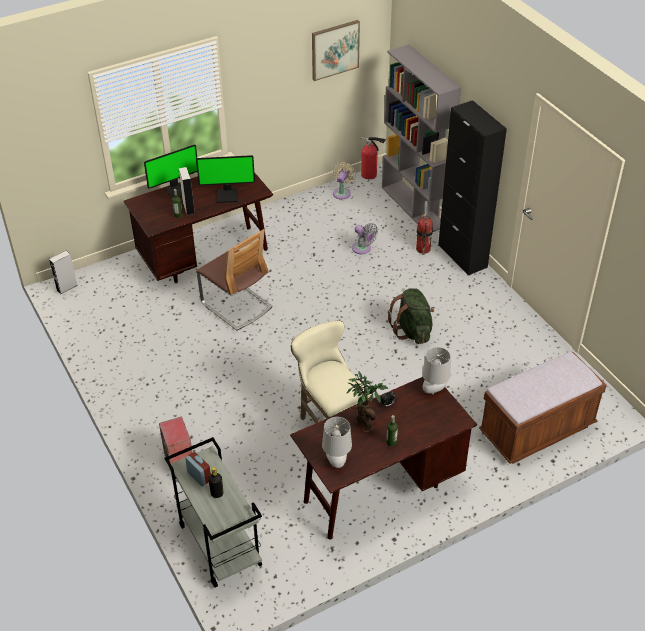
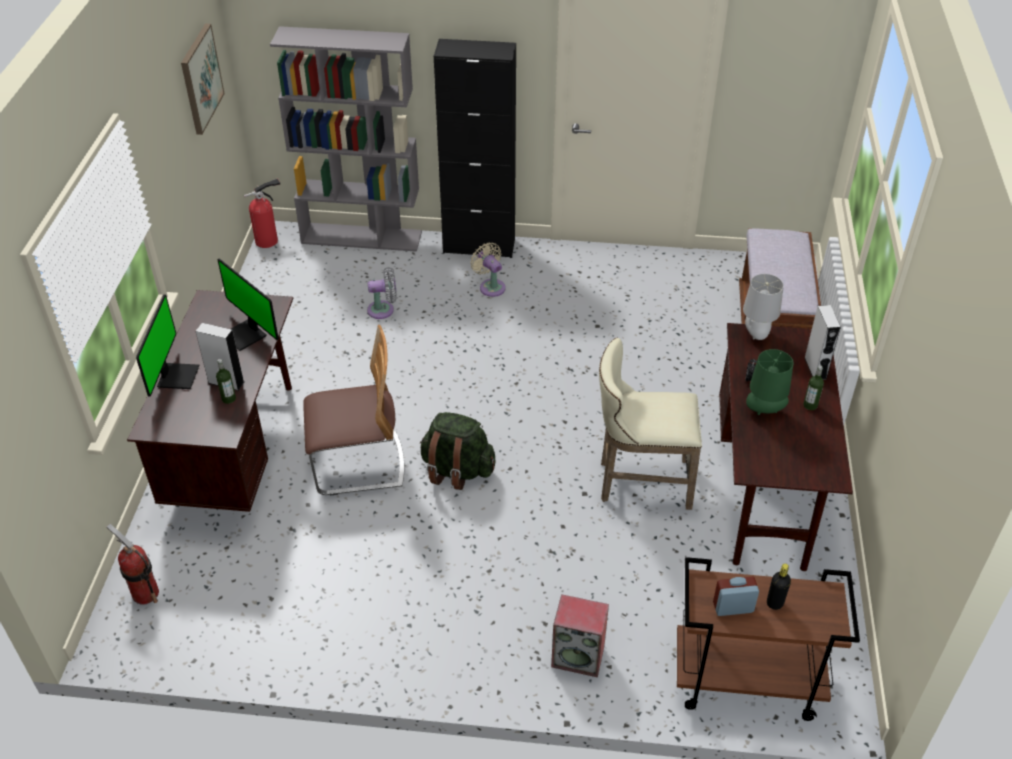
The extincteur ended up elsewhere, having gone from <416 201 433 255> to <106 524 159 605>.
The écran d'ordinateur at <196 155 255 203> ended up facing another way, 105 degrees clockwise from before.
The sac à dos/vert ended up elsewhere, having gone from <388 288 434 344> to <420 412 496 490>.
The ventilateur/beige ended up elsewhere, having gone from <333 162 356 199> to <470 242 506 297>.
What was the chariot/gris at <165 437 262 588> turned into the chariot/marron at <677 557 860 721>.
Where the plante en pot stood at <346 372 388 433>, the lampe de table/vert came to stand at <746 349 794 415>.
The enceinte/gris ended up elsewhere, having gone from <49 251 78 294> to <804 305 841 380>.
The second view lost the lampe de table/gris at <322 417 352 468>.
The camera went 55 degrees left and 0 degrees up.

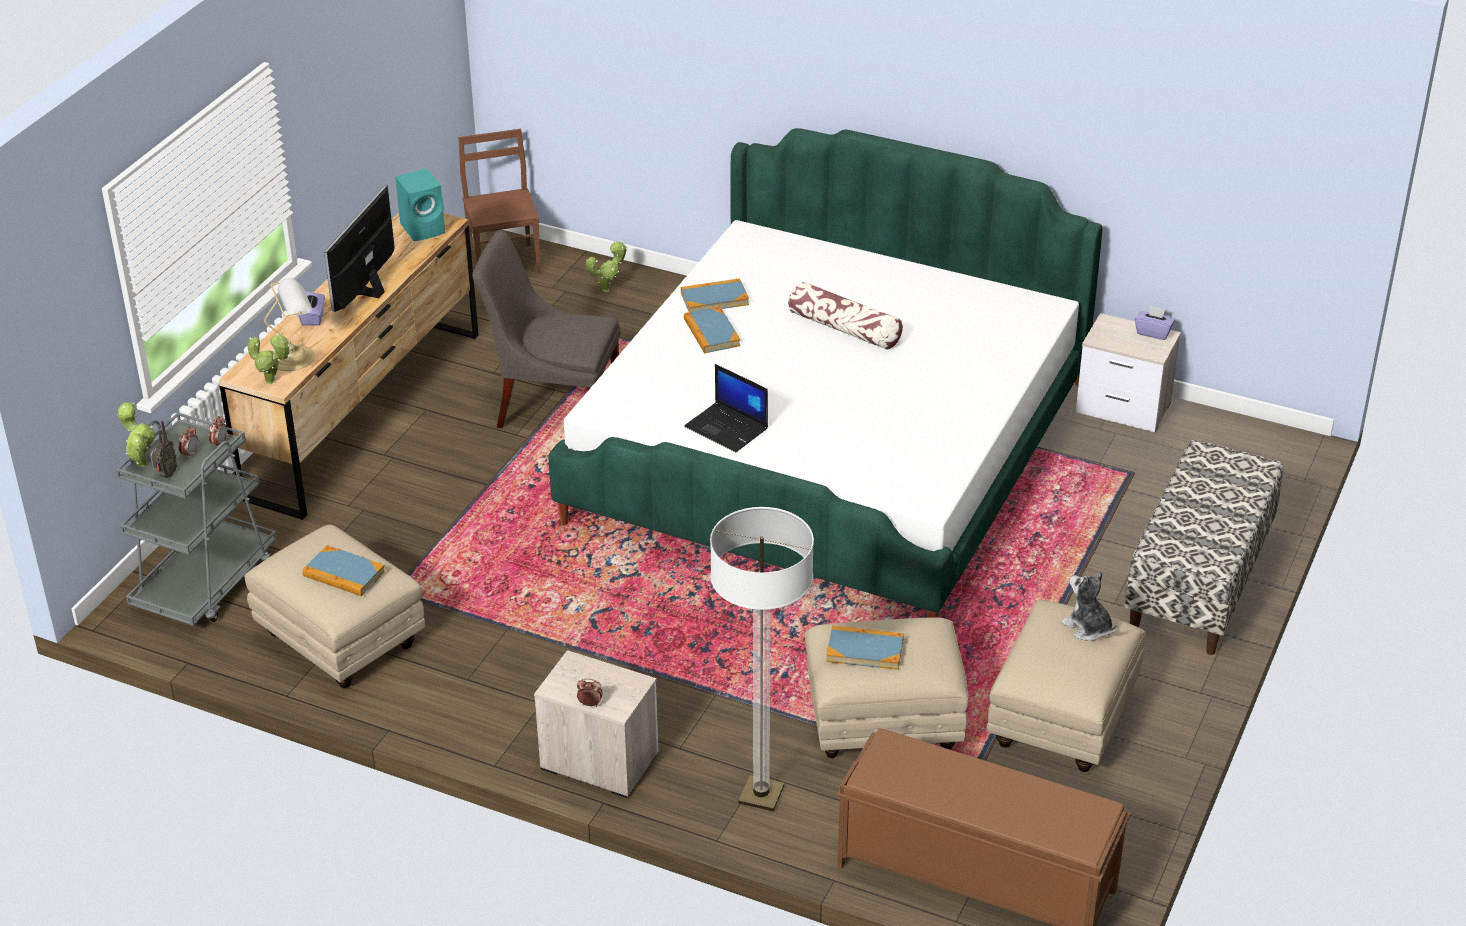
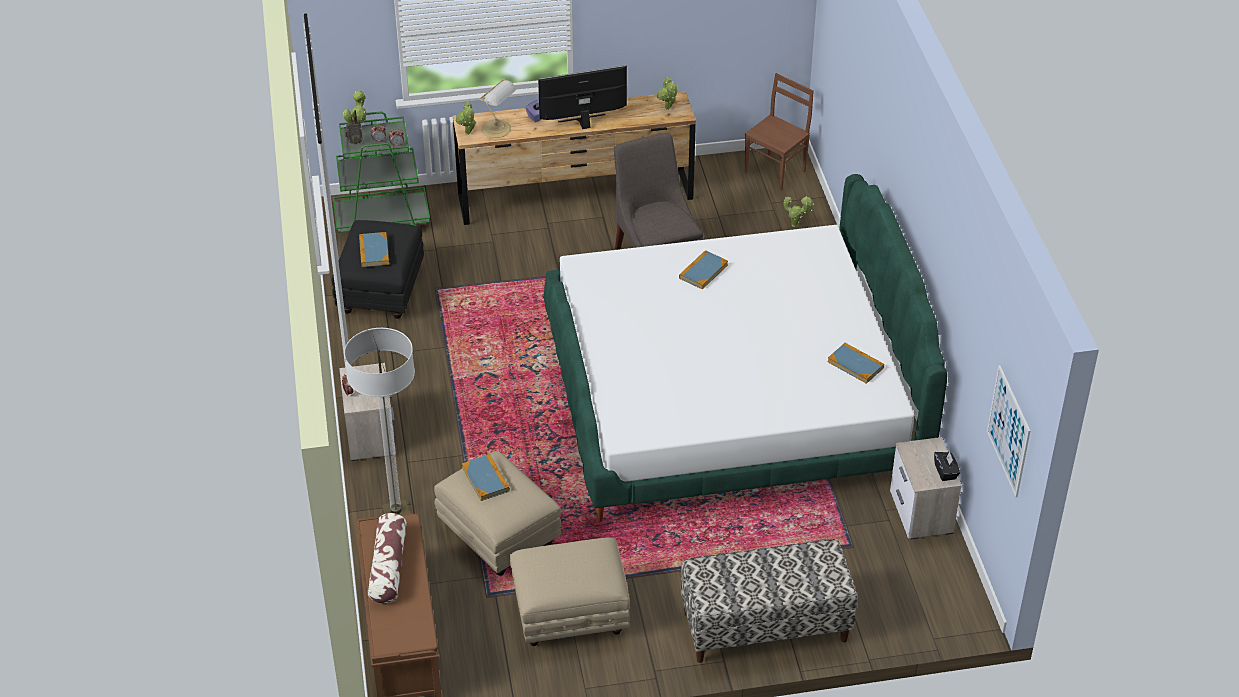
What was the pouf/beige at <245 525 425 688> turned into the pouf/noir at <332 220 424 319>.
What was the chariot/gris at <116 412 277 626> turned into the chariot/vert at <333 112 430 233>.
The coussin ended up elsewhere, having gone from <788 282 903 350> to <368 513 407 603>.
Where the enceinte/turquoise stood at <395 168 445 241>, the plante en pot came to stand at <657 77 678 110>.
The livre ended up elsewhere, having gone from <681 278 749 312> to <827 343 884 384>.
What was the boîte à mouchoirs/violet at <1135 305 1175 340> turned into the boîte à mouchoirs/noir at <934 452 960 481>.
The second view gained the tableau at <987 365 1030 497>.
The second view lost the ordinateur portable at <684 364 768 452>.
The second view lost the peluche at <1061 572 1118 641>.
The camera went 55 degrees right and 5 degrees up.

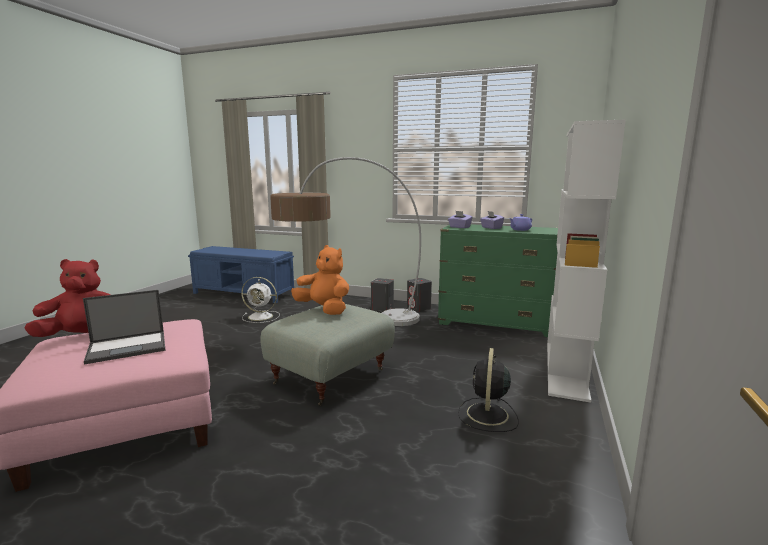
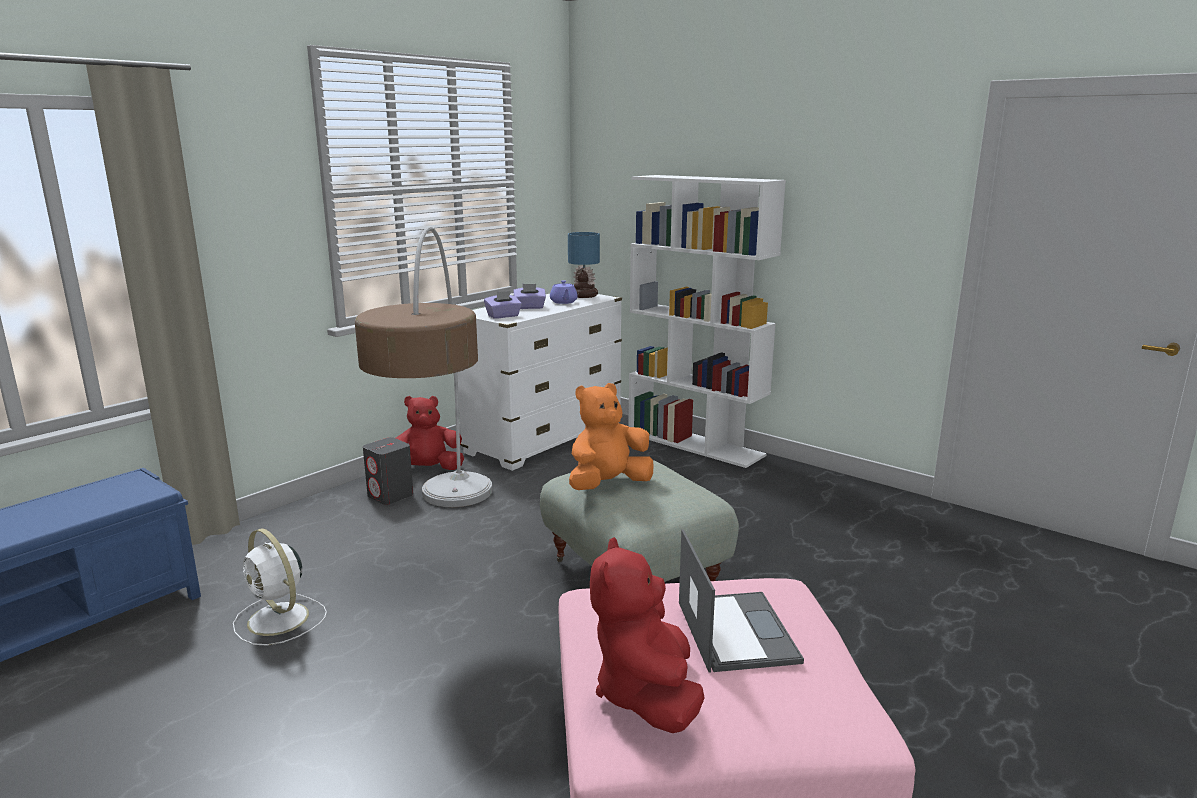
The ventilateur/blanc at <241 277 280 323> ended up facing another way, 105 degrees clockwise from before.
Where the enceinte/gris stood at <407 278 432 312>, the peluche/rouge came to stand at <396 396 464 470>.
What was the commode/vert at <438 224 558 337> turned into the commode/blanc at <457 294 622 471>.
The second view gained the lampe de table at <568 232 600 298>.
The second view lost the ventilateur/noir at <458 348 519 432>.
The camera went 70 degrees left and 5 degrees up.

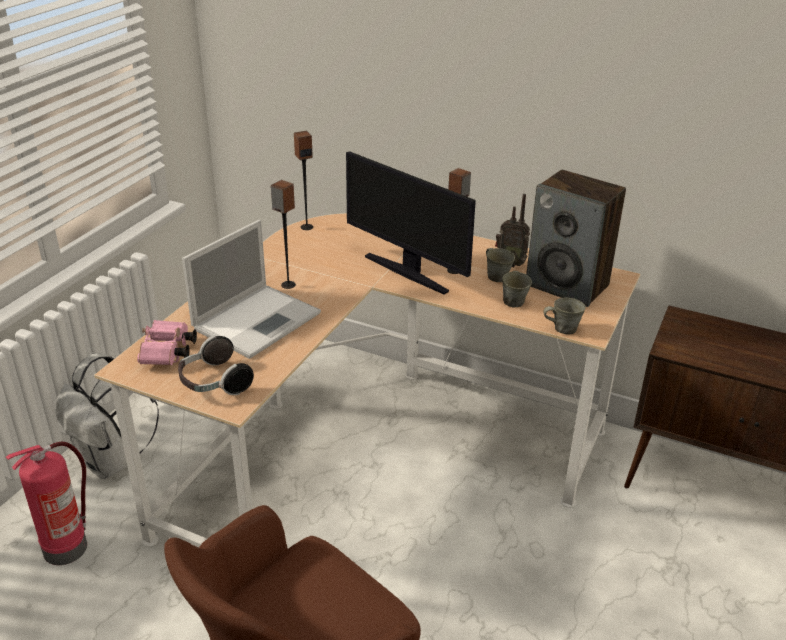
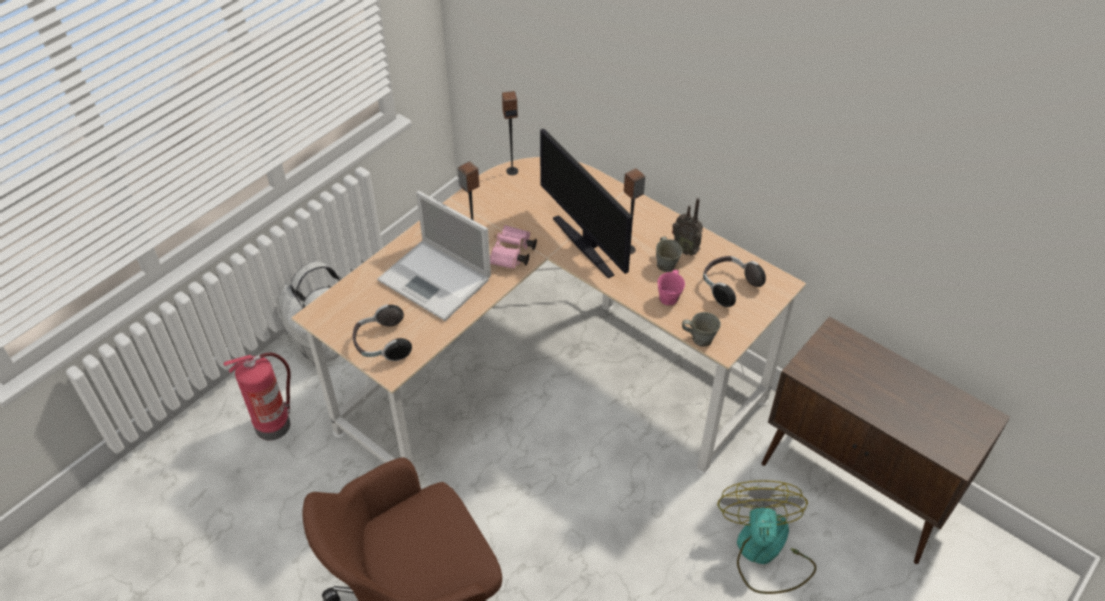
The ordinateur portable at <182 220 321 359> ended up facing another way, 75 degrees clockwise from before.
The jumelles/rose ended up elsewhere, having gone from <137 320 197 365> to <490 225 537 269>.
What was the mug/gris at <502 271 532 308> turned into the mug/rose at <658 270 685 305>.
Where the enceinte stood at <526 170 626 307>, the casque audio came to stand at <703 256 766 307>.
The second view gained the ventilateur at <717 480 817 594>.
The camera went 15 degrees right and 15 degrees up.

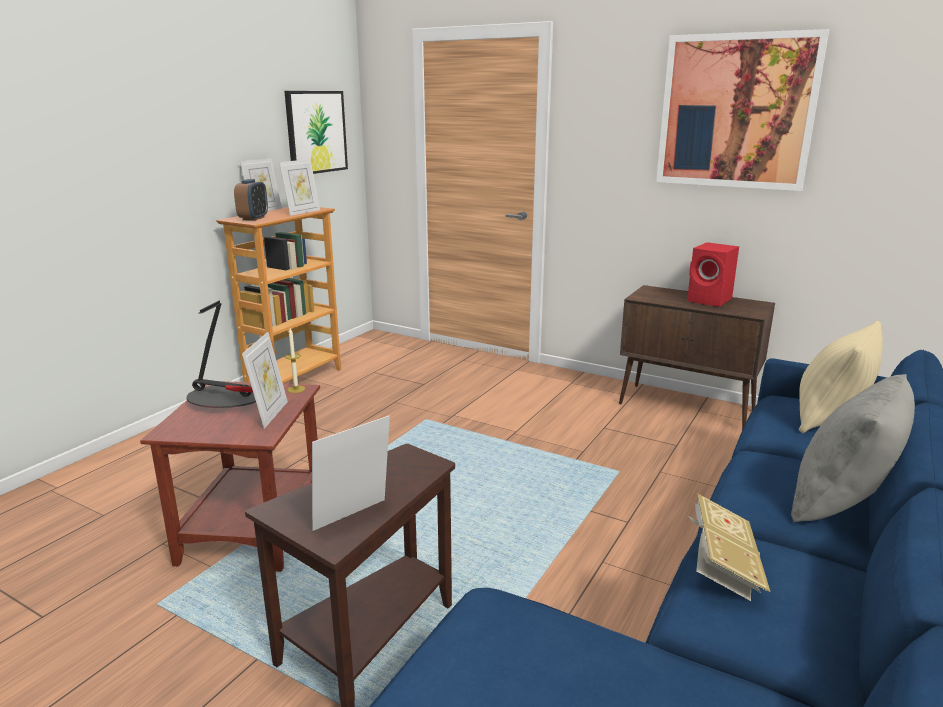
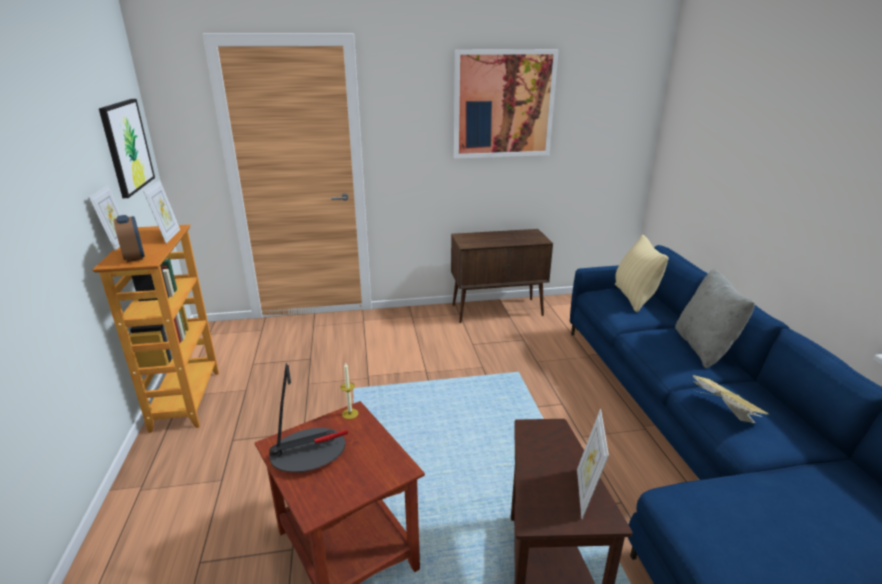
The second view lost the cadre photo at <242 332 288 429>.
The second view lost the enceinte/rouge at <687 242 739 307>.
The camera went 40 degrees left and 5 degrees up.

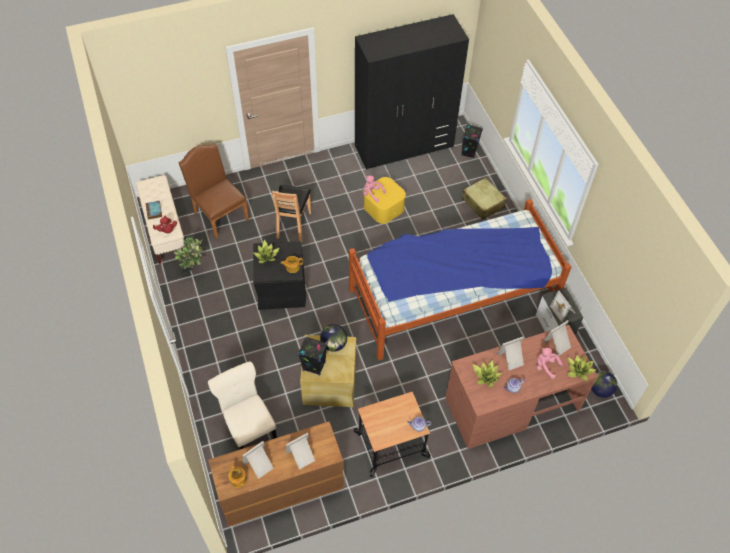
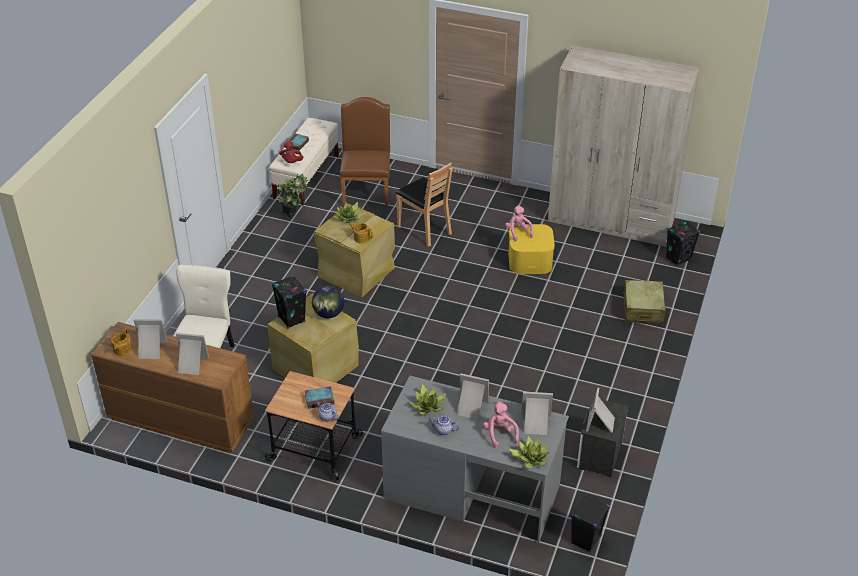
The second view gained the livre at <305 386 335 409>.
What was the boîte de rangement/noir at <253 241 306 310> turned into the boîte de rangement/beige at <314 204 395 297>.
What was the bureau/marron at <445 325 598 449> turned into the bureau/gris at <381 376 569 543>.
The chaise/marron at <272 185 311 242> ended up facing another way, 90 degrees counterclockwise from before.
What was the armoire/noir at <355 14 469 170> turned into the armoire/beige at <548 45 699 247>.
Where the globe stood at <591 371 617 398>, the enceinte/noir came to stand at <571 494 610 552>.
The second view lost the lit at <349 199 571 361>.
The camera went 40 degrees right and 15 degrees down.

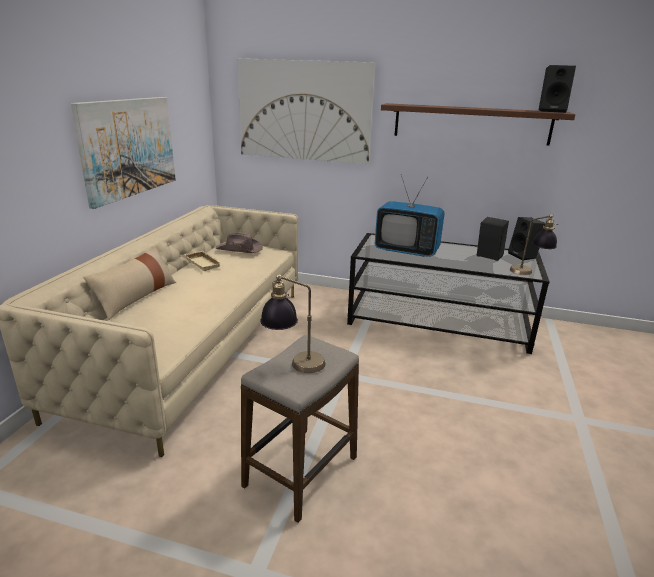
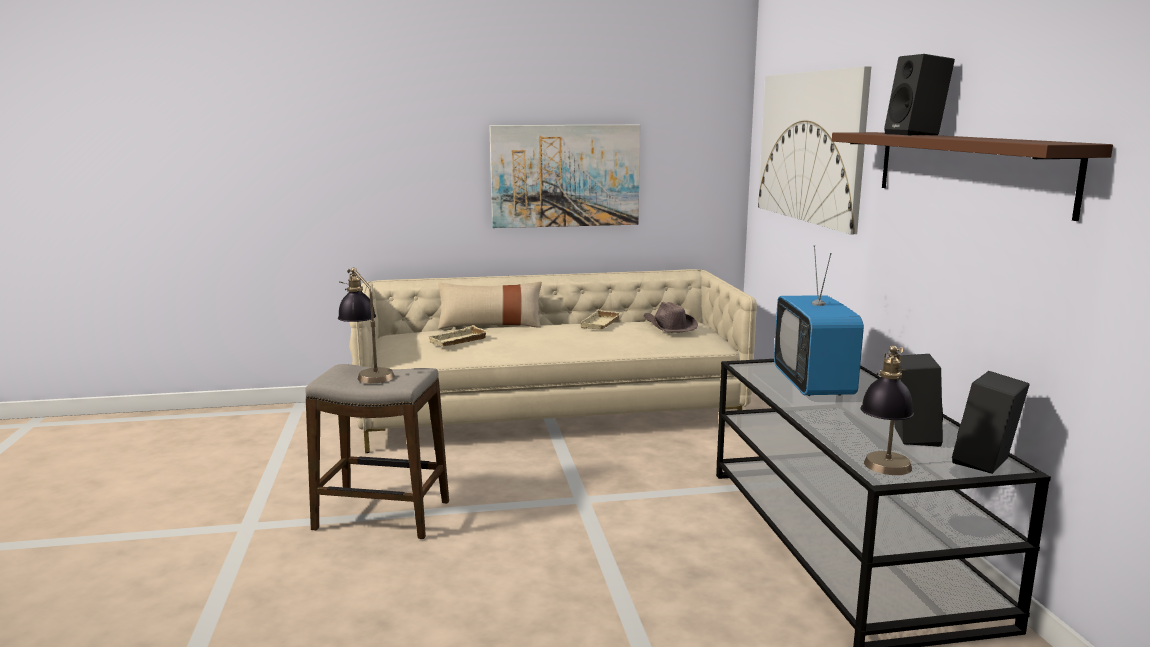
The second view gained the plateau/beige at <429 325 489 347>.
The enceinte/noir ended up elsewhere, having gone from <539 65 576 113> to <884 54 955 136>.
The camera went 65 degrees right and 10 degrees down.

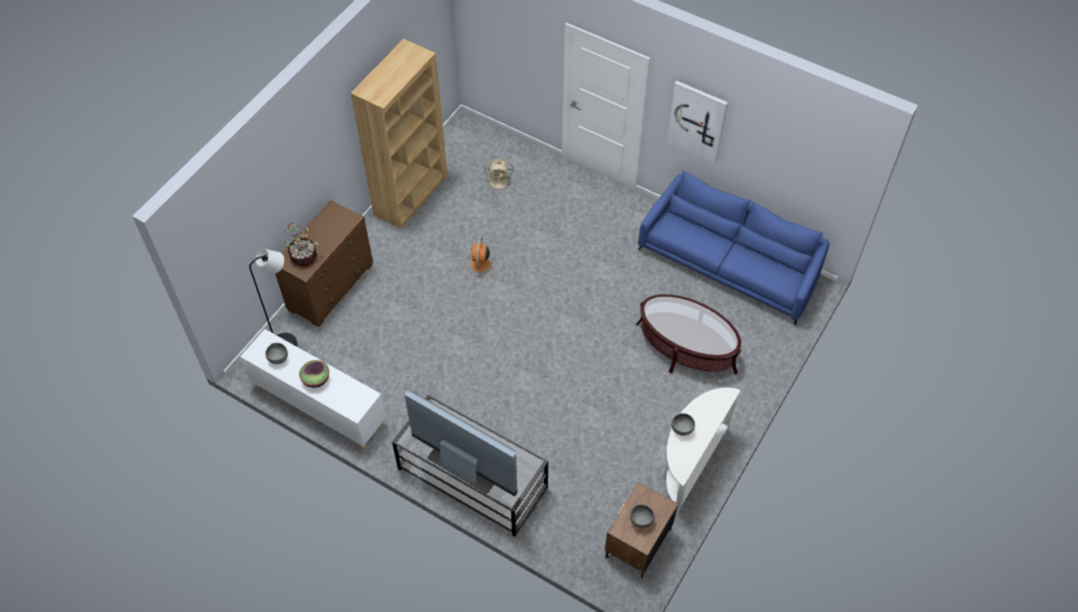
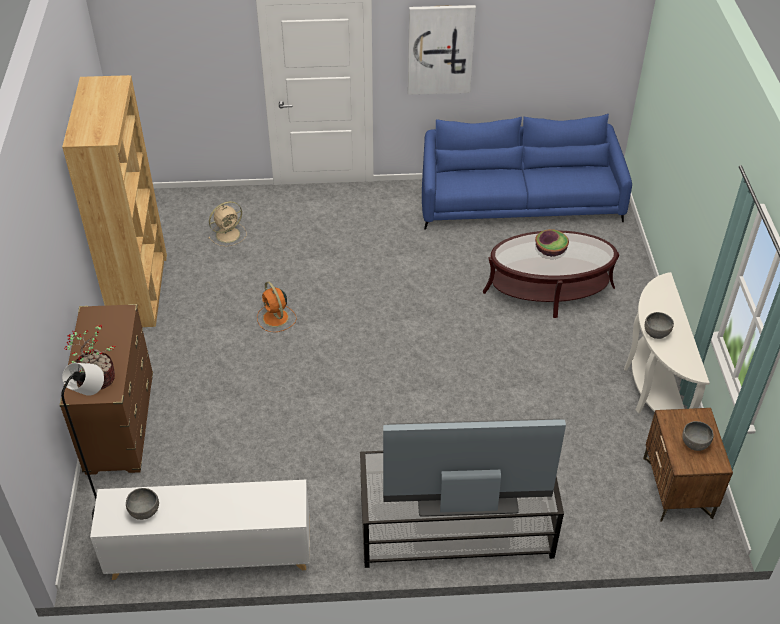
The bol ended up elsewhere, having gone from <299 360 329 388> to <535 229 569 257>.
The camera went 35 degrees left and 10 degrees down.

